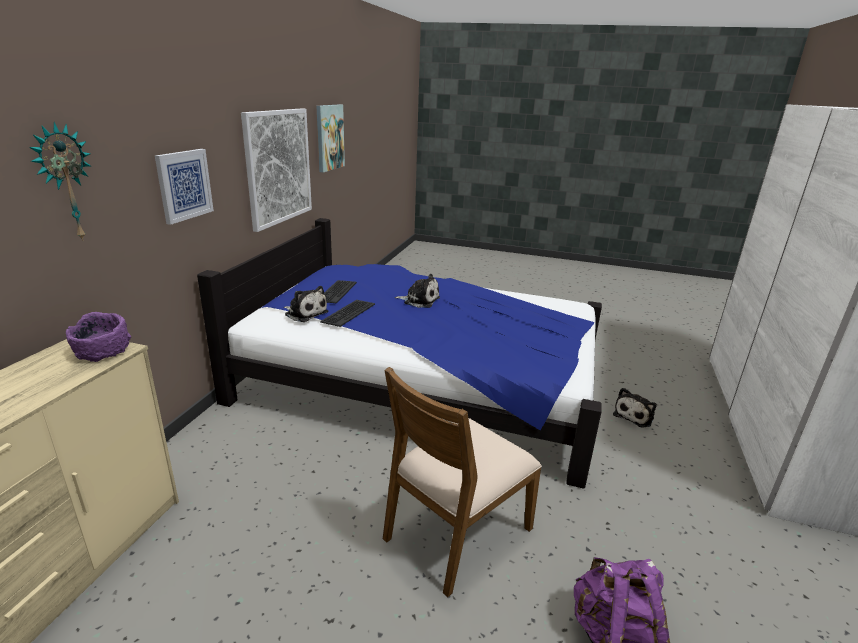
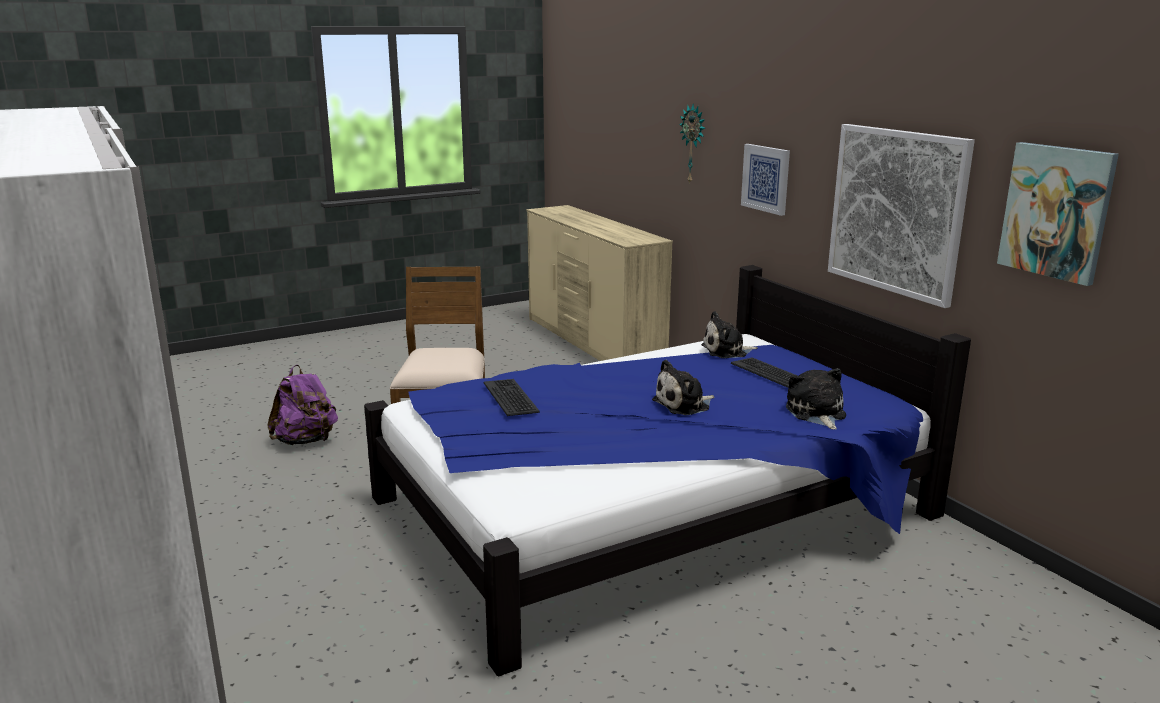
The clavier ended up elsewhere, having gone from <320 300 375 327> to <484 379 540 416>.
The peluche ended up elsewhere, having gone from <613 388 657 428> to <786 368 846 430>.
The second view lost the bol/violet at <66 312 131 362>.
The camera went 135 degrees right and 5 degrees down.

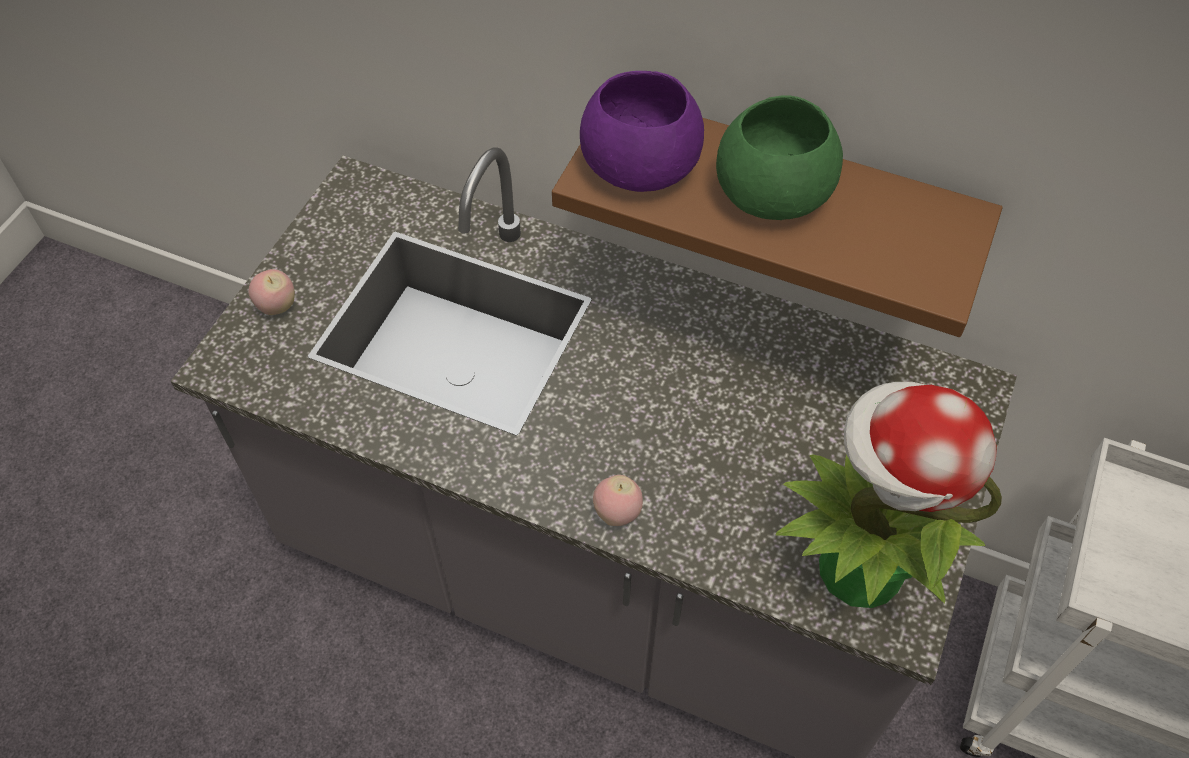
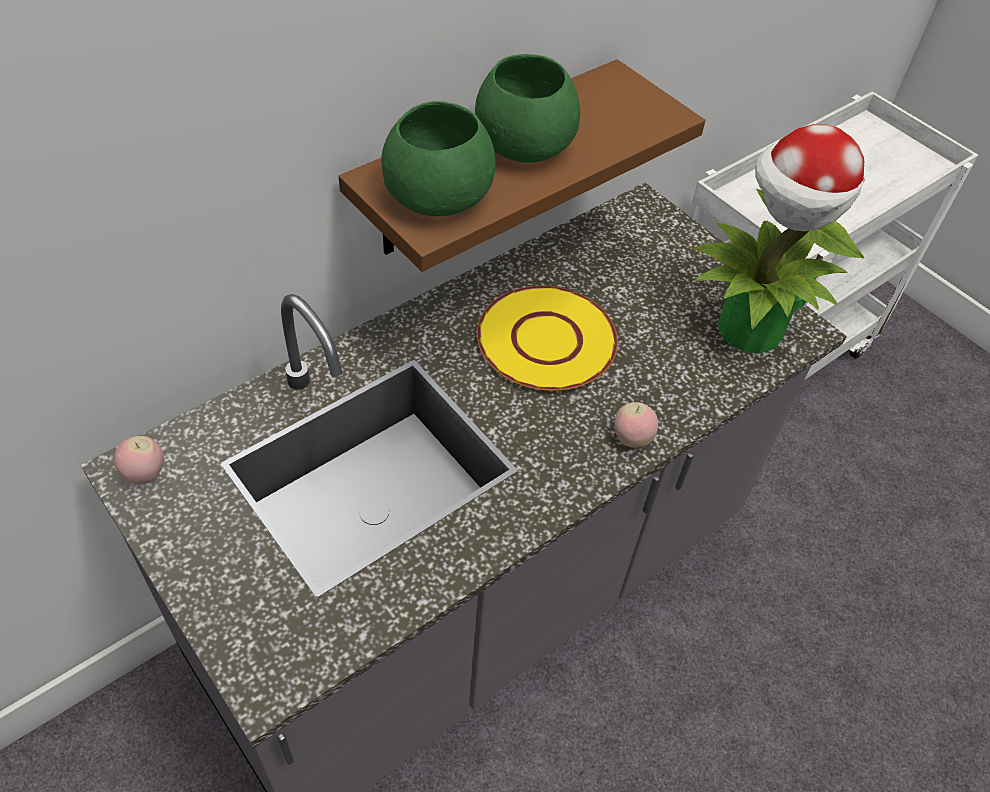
The pomme ended up elsewhere, having gone from <249 269 295 315> to <114 436 164 484>.
What was the bol/violet at <580 71 704 192> turned into the bol/vert at <381 101 495 216>.
The second view gained the assiette/jaune at <477 286 618 391>.
The camera went 65 degrees left and 5 degrees down.

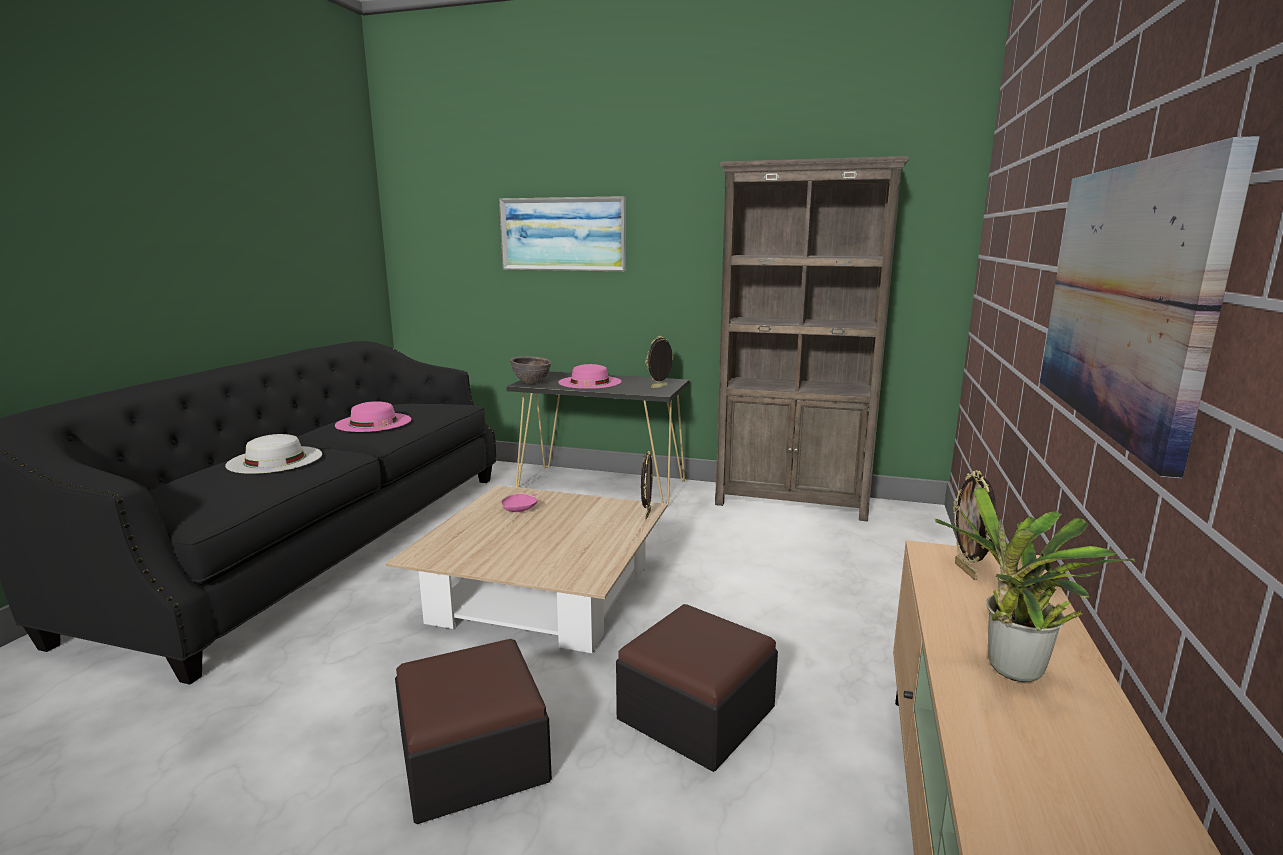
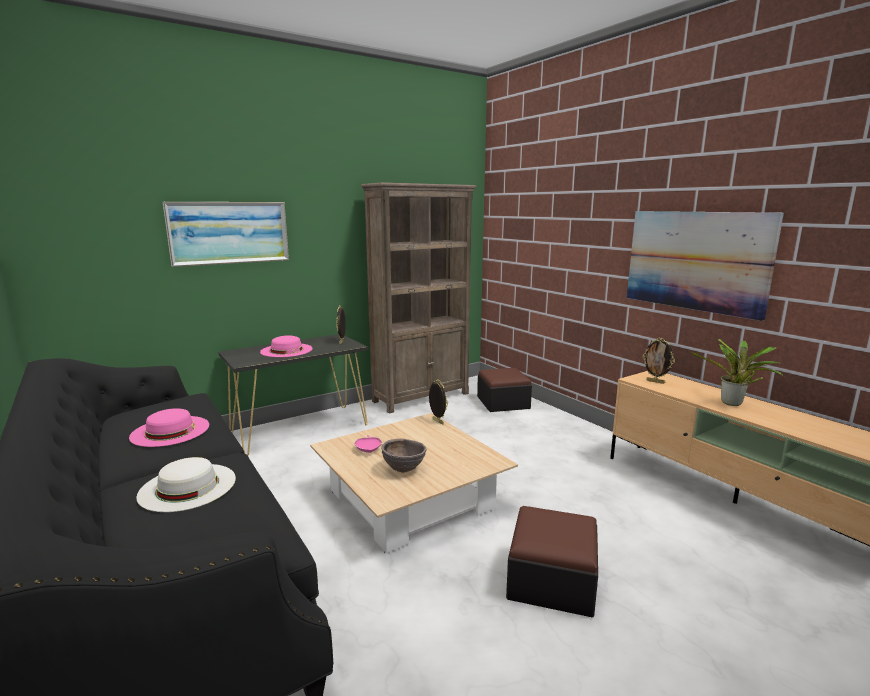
The bol/marron ended up elsewhere, having gone from <510 356 552 384> to <381 438 426 473>.
The pouf ended up elsewhere, having gone from <616 604 778 772> to <477 368 532 412>.
The camera went 50 degrees left and 0 degrees up.

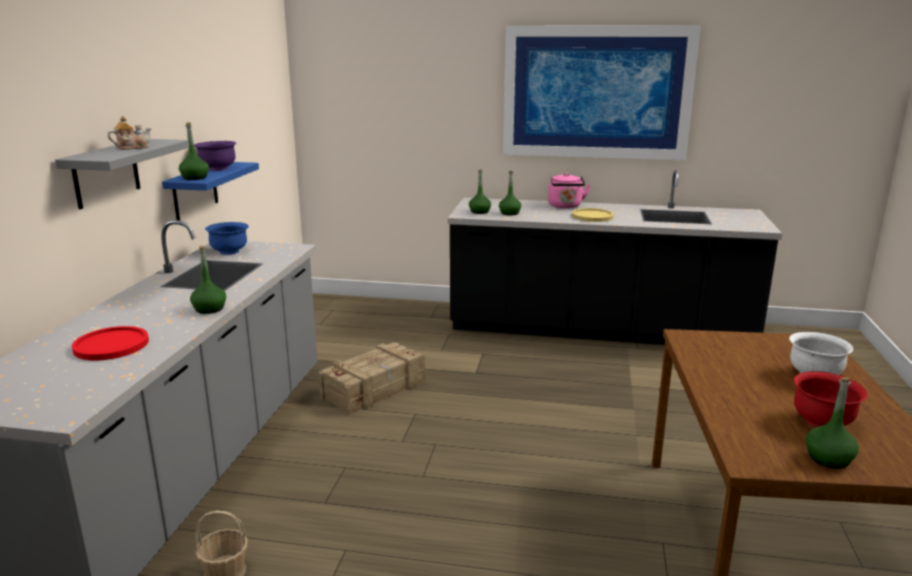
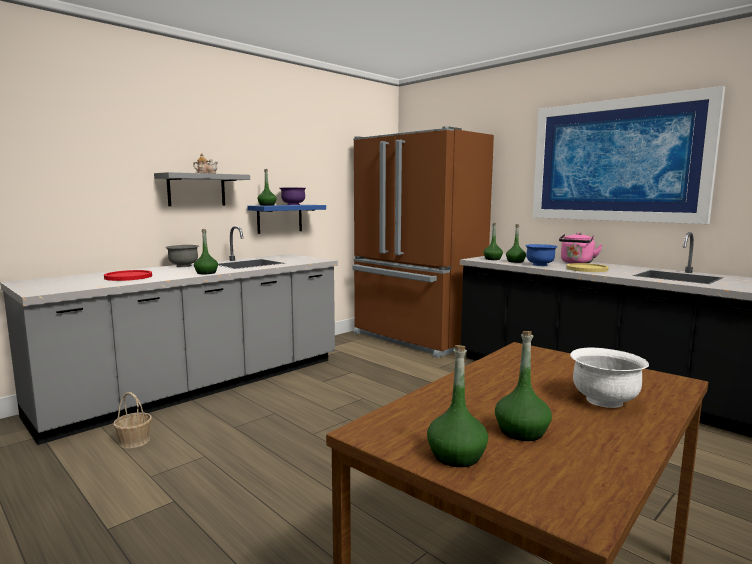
The second view gained the bol/gris at <165 245 199 267>.
The second view gained the réfrigérateur/marron at <353 126 494 358>.
Where the bol/rouge stood at <794 371 868 428>, the bouteille/vert came to stand at <495 331 552 441>.
The bol/bleu ended up elsewhere, having gone from <205 222 249 255> to <525 244 558 266>.
The second view lost the caisse at <318 342 425 415>.
The camera went 35 degrees right and 10 degrees down.

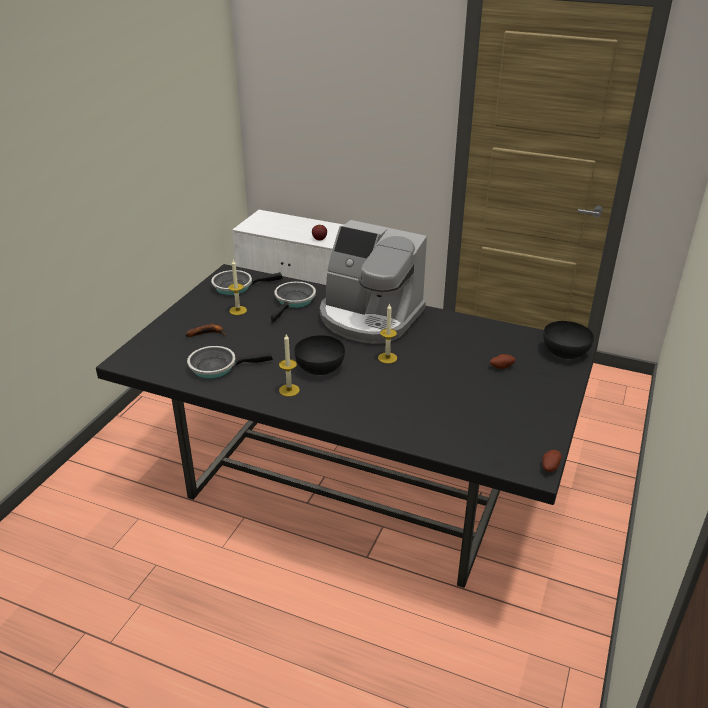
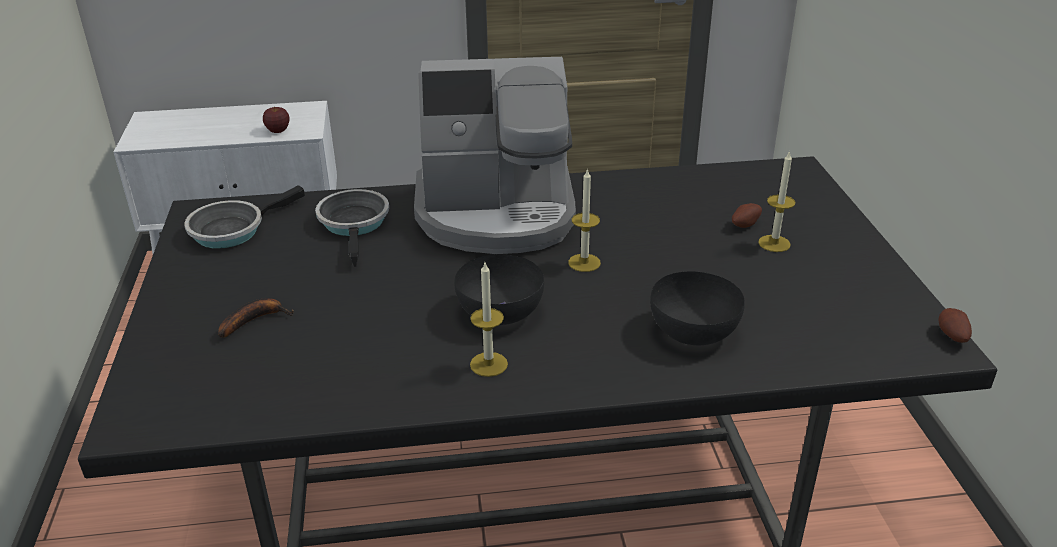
The bol/noir ended up elsewhere, having gone from <543 321 594 359> to <650 271 744 345>.
The bougie ended up elsewhere, having gone from <228 260 247 315> to <758 151 795 252>.
The second view lost the poêle at <187 346 273 379>.
The camera went 30 degrees left and 0 degrees up.

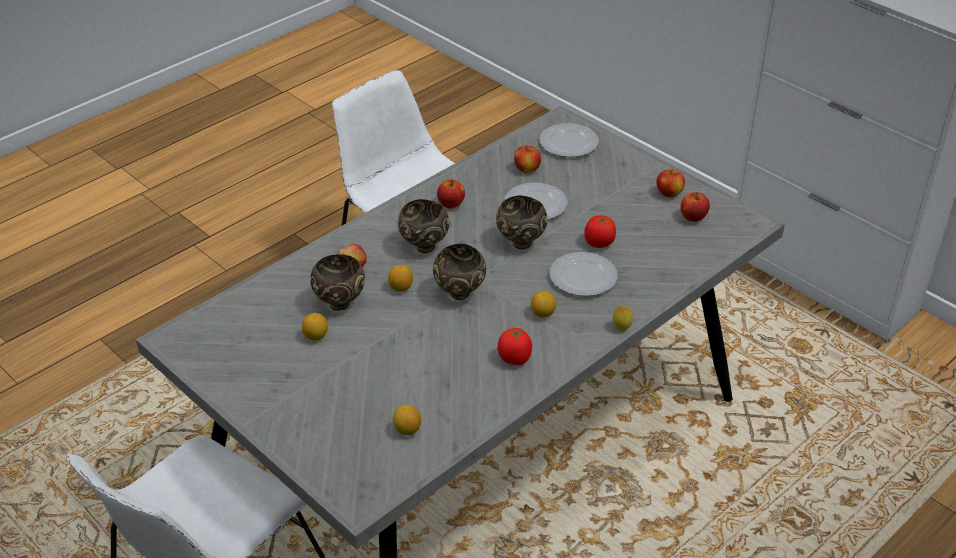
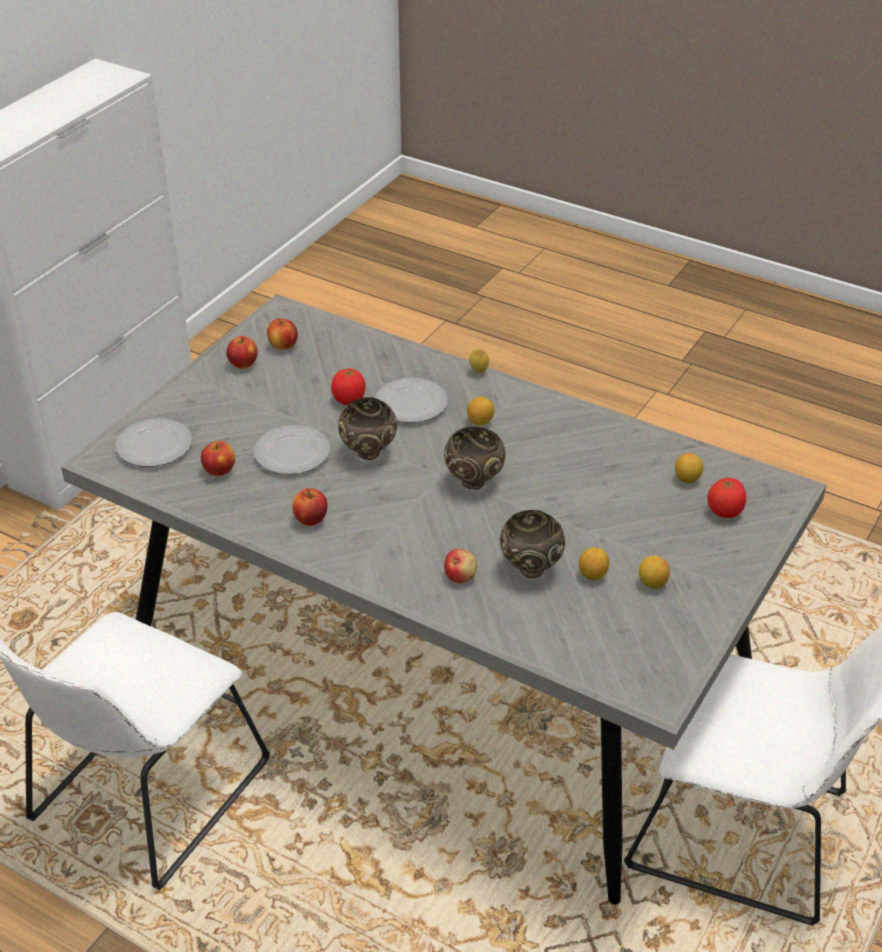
The citron ended up elsewhere, having gone from <388 265 413 292> to <639 556 670 589>.
The tomate ended up elsewhere, having gone from <498 328 532 365> to <707 476 746 518>.
The second view lost the bol/marron at <398 199 450 253>.
The camera went 105 degrees left and 0 degrees up.

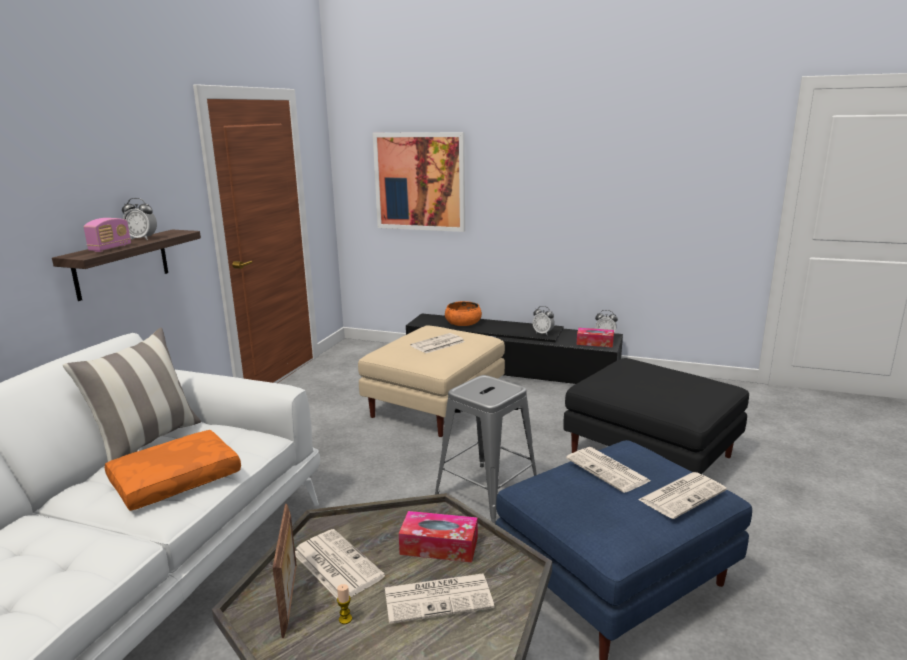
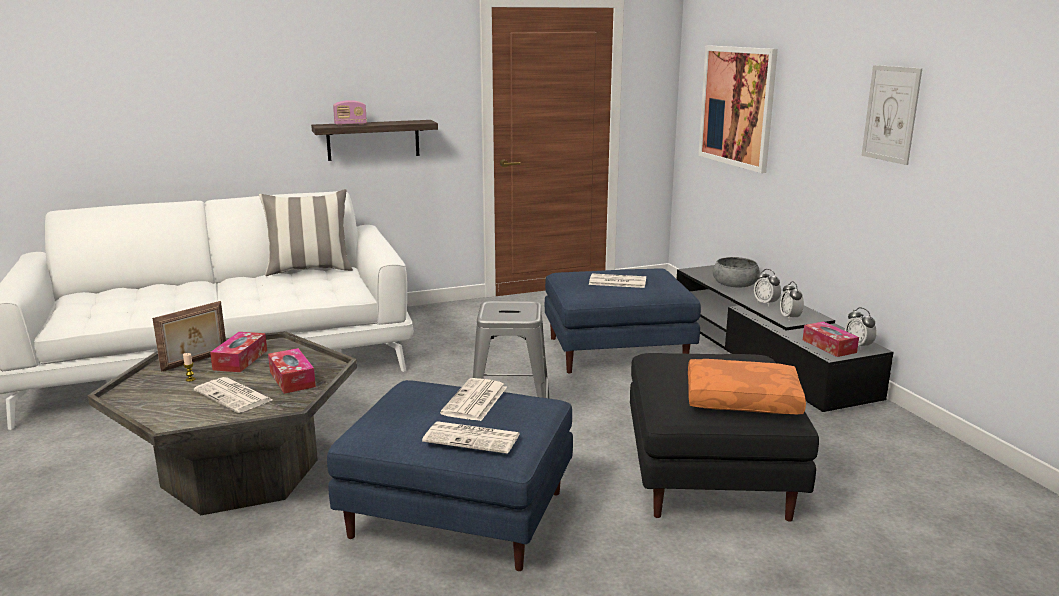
Where the journal stood at <295 529 385 598>, the boîte à mouchoirs came to stand at <210 332 267 372>.
What was the pouf/beige at <358 326 505 437> turned into the pouf/bleu at <545 268 701 374>.
The coussin/orange ended up elsewhere, having gone from <105 430 241 511> to <688 359 806 414>.
What was the bol/orange at <445 301 482 326> turned into the bol/gris at <713 257 760 288>.
The réveil ended up elsewhere, having gone from <122 198 157 240> to <754 269 781 306>.
The second view gained the tableau at <861 65 922 165>.
The camera went 50 degrees right and 0 degrees up.

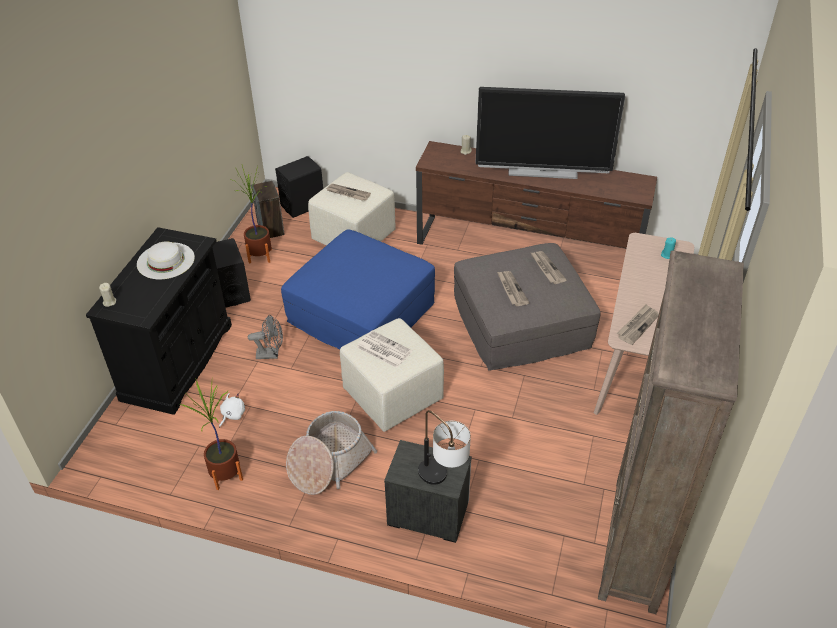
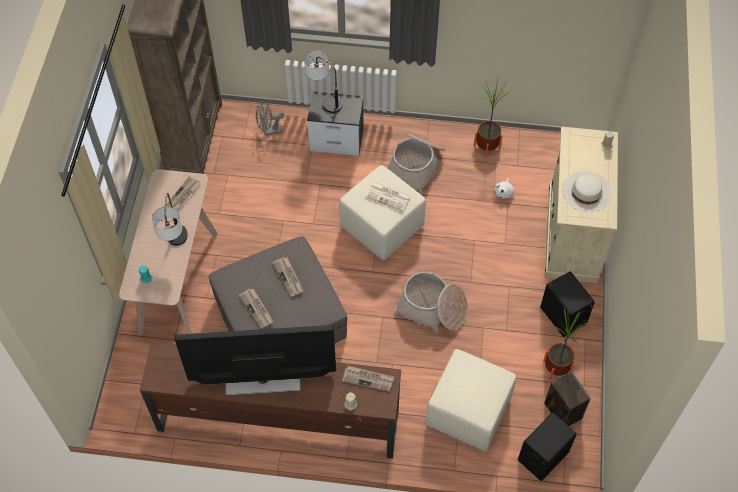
The second view gained the lampe de table at <152 193 188 246>.
The ventilateur/gris ended up elsewhere, having gone from <248 315 283 359> to <256 101 284 136>.
The journal ended up elsewhere, having gone from <325 184 371 201> to <342 366 395 391>.
Where the pouf/bleu stood at <281 229 435 350>, the panier came to stand at <394 272 468 333>.
What was the meuble de rangement/noir at <86 227 232 415> turned into the meuble de rangement/beige at <545 127 618 283>.
The camera went 170 degrees right and 15 degrees up.

